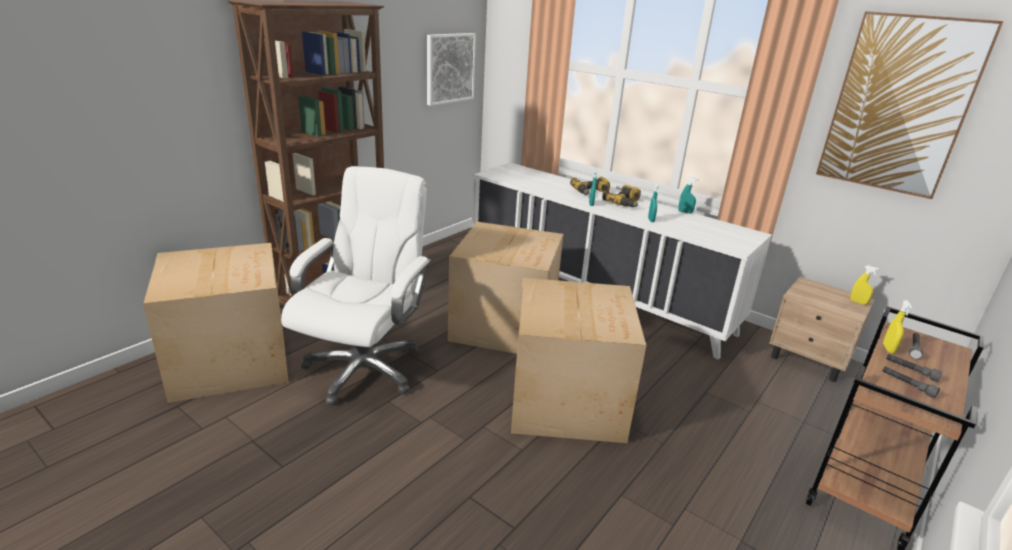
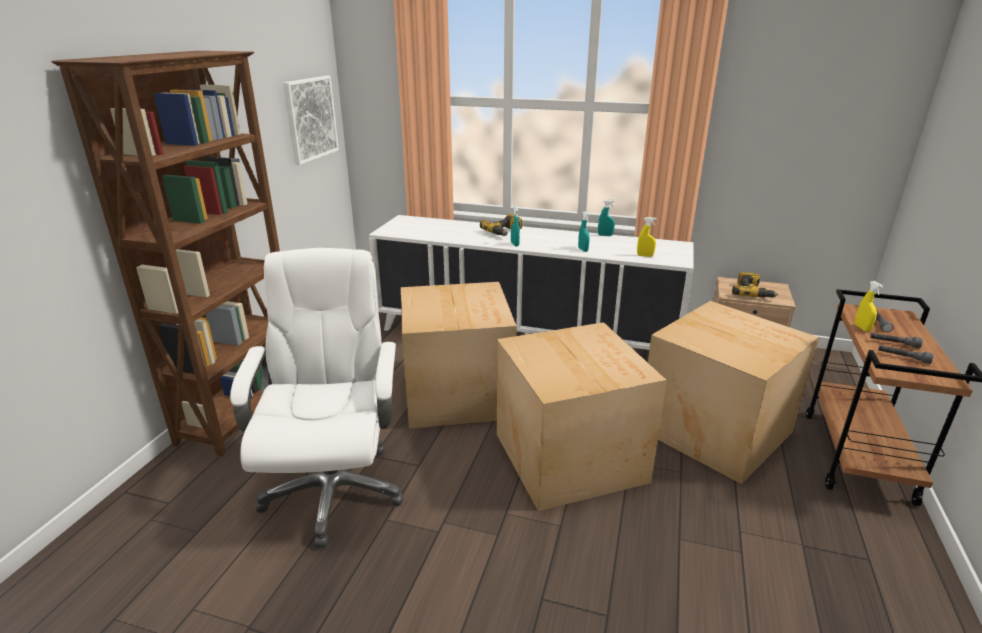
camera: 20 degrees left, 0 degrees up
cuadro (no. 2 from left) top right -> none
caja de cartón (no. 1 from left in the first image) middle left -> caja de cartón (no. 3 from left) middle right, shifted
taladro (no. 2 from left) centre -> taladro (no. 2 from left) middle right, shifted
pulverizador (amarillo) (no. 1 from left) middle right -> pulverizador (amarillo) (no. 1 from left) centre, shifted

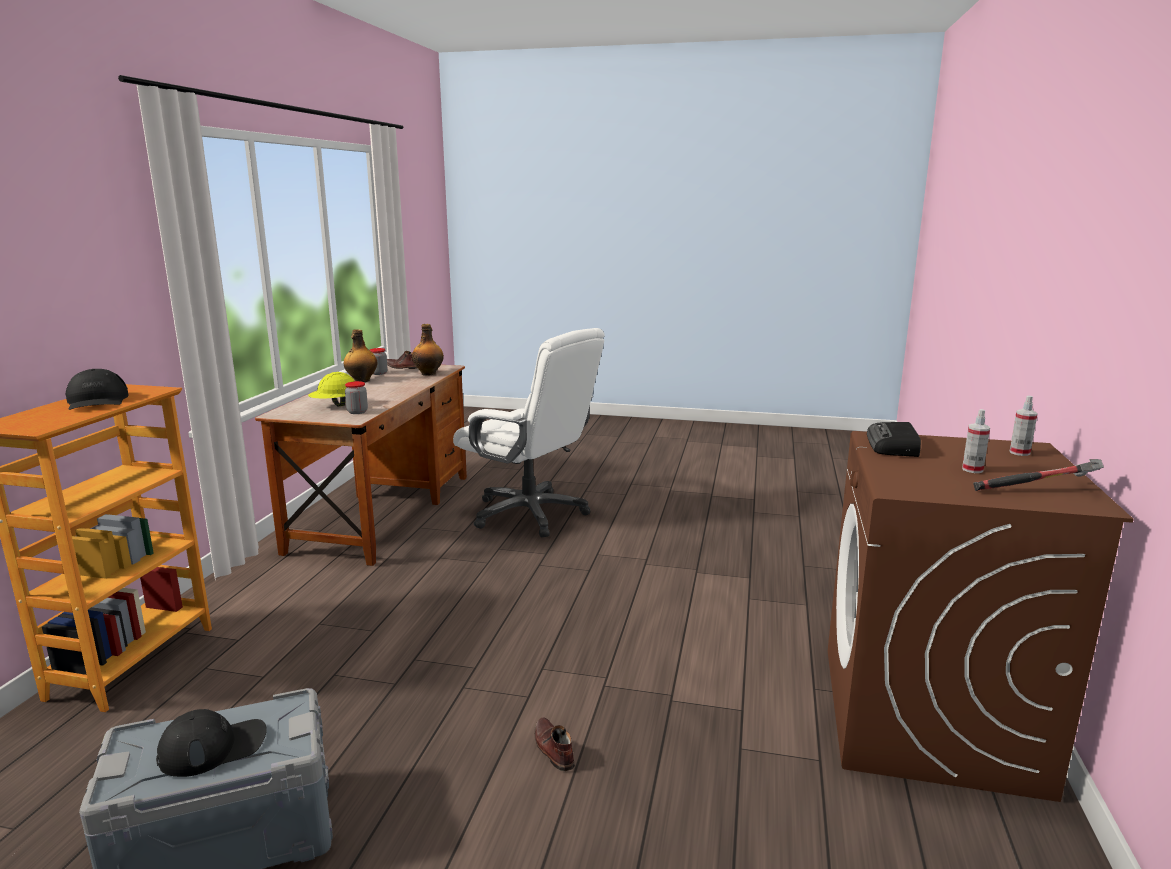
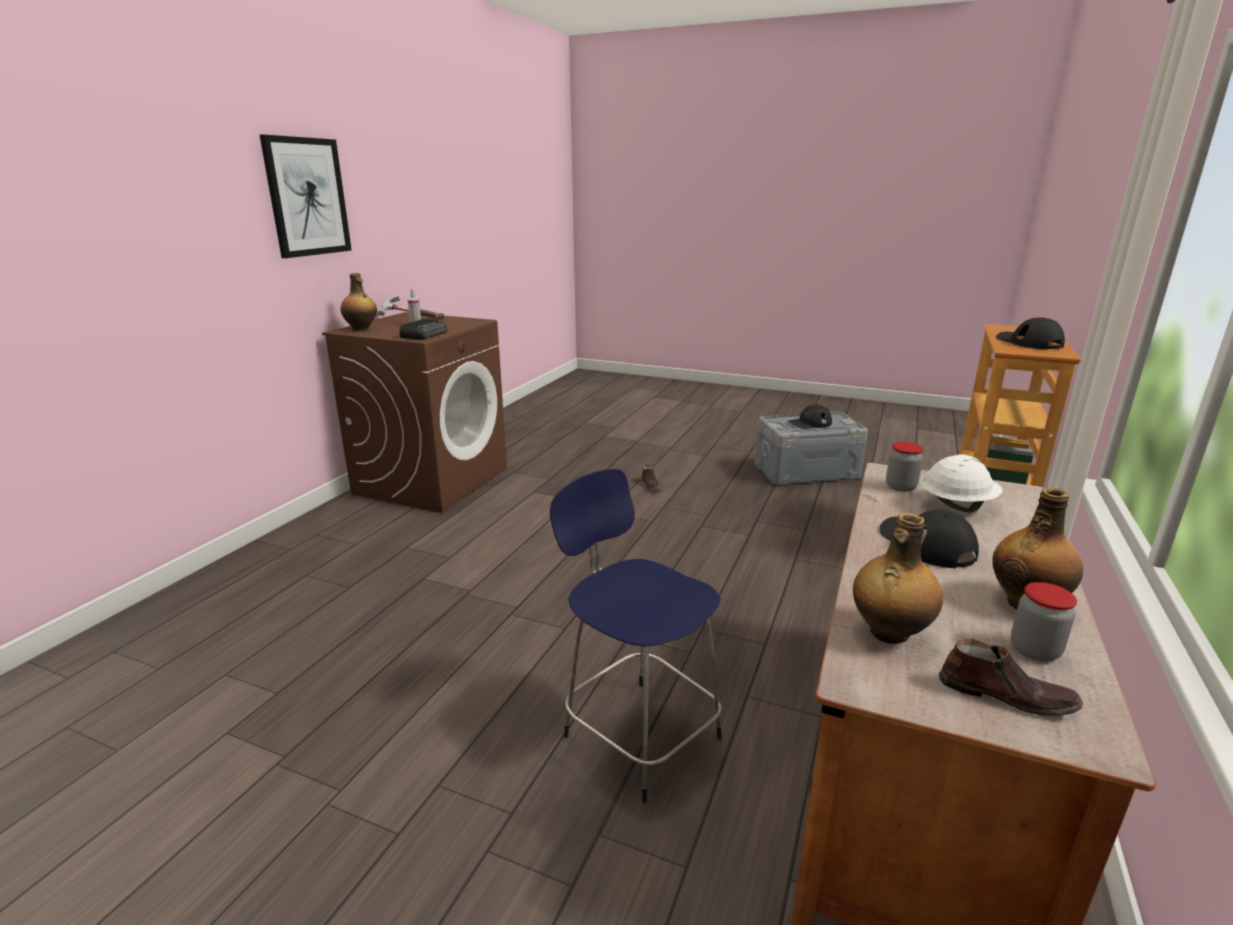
camera: 170 degrees left, 5 degrees up
none -> cuadro top left
none -> gorra (negro) (no. 2 from left) middle right
silla de oficina (blanco) centre -> taburete (azul) bottom centre
pulverizador (no. 2 from left) middle right -> botella (no. 1 from left) top left
casco (amarillo) middle left -> casco (blanco) middle right

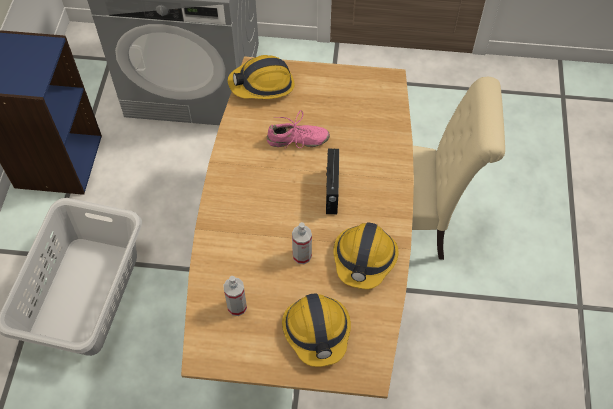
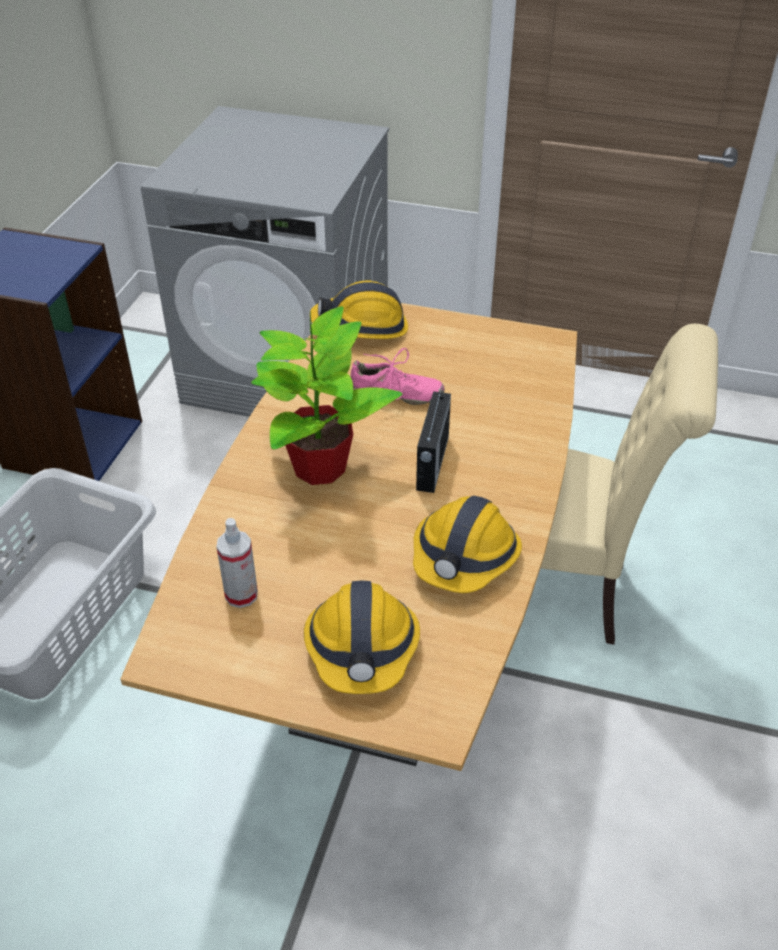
camera: 10 degrees right, 15 degrees down
pulverizador (no. 2 from left) centre -> none
none -> planta en maceta centre

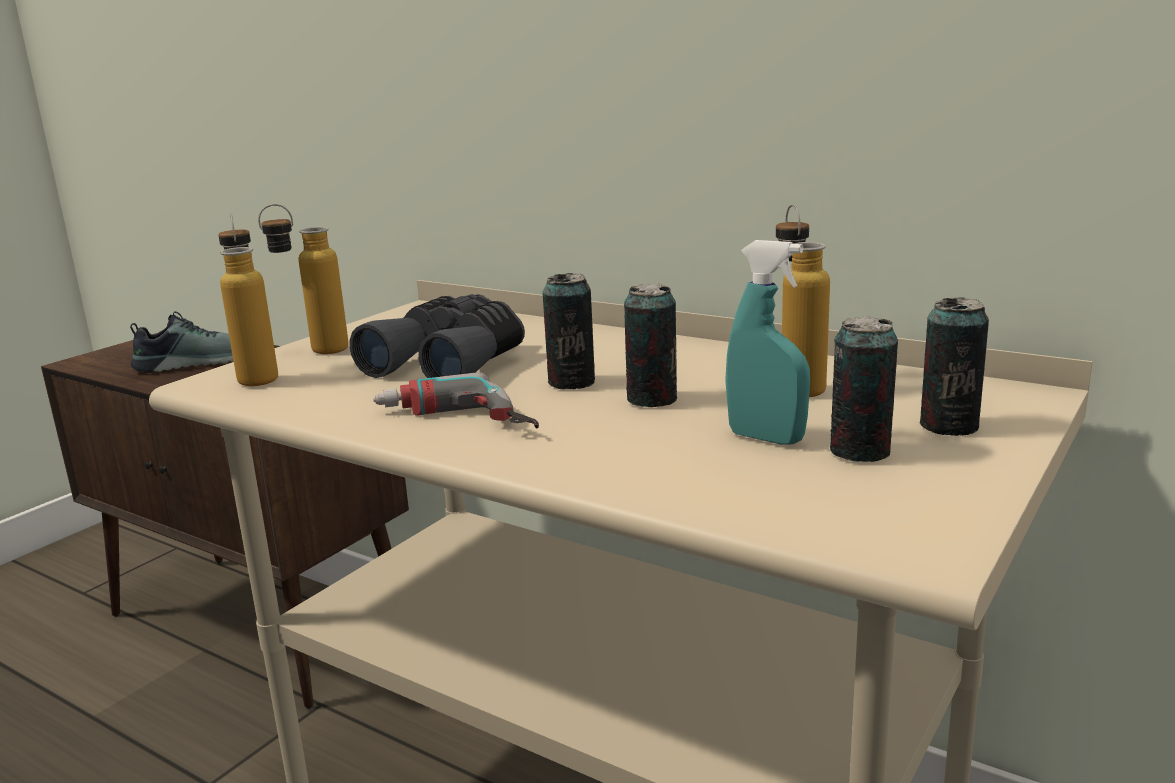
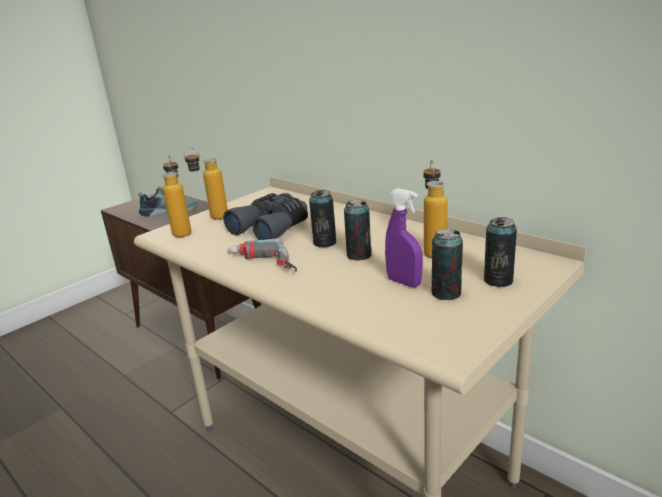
camera: 10 degrees right, 5 degrees up
pulverizador (turquesa) centre -> pulverizador (morado) centre

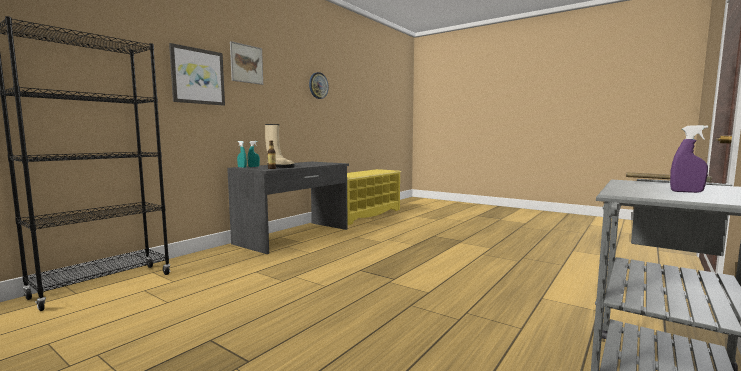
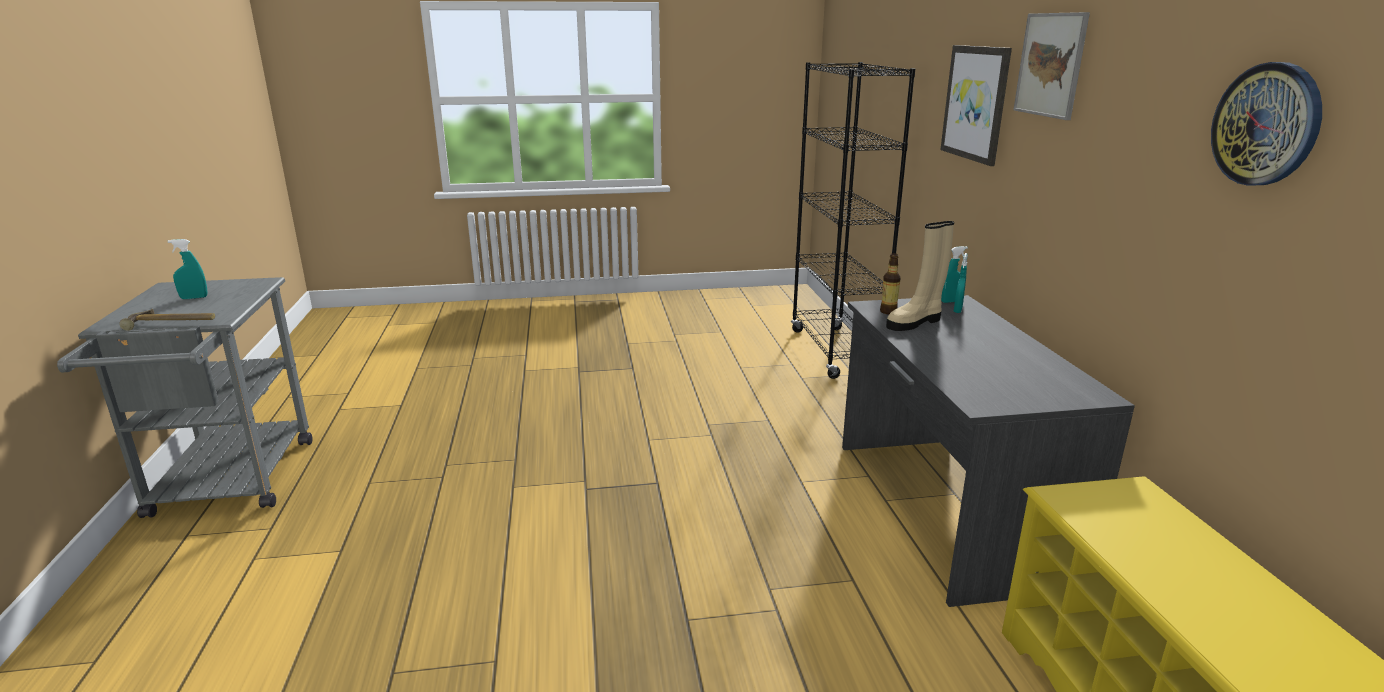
camera: 135 degrees right, 15 degrees up
pulverizador (morado) middle right -> pulverizador (turquesa) (no. 1 from left) middle left

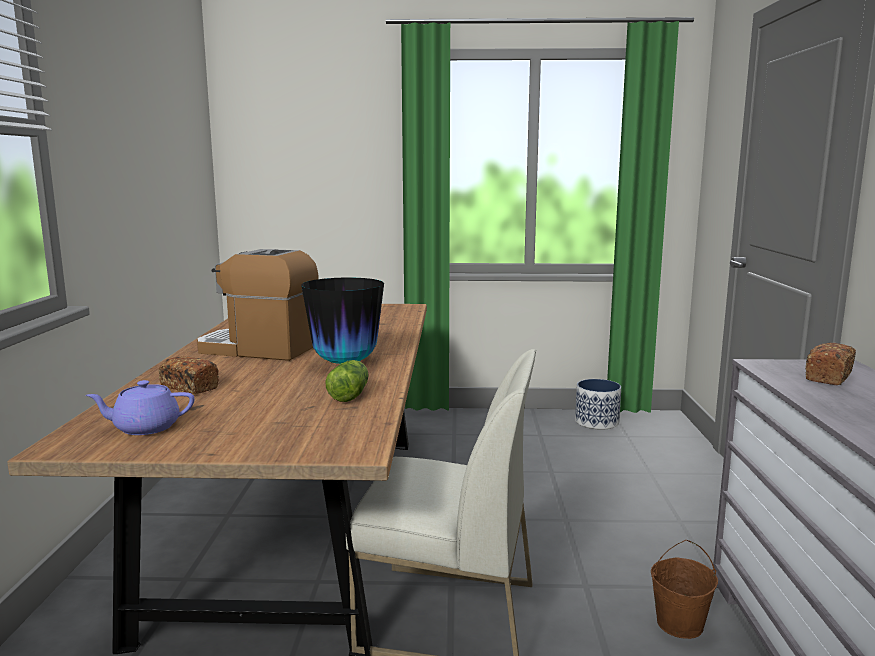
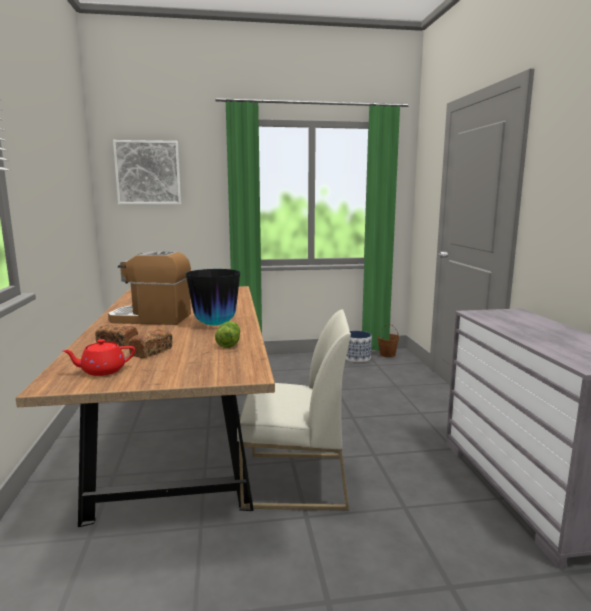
camera: 10 degrees left, 0 degrees up
none -> cuadro top left
cubo (marrón) bottom right -> cubo (marrón) centre, shifted
pan (no. 2 from left) middle right -> pan (no. 2 from left) middle left, shifted
tetera (morado) middle left -> tetera (rojo) middle left

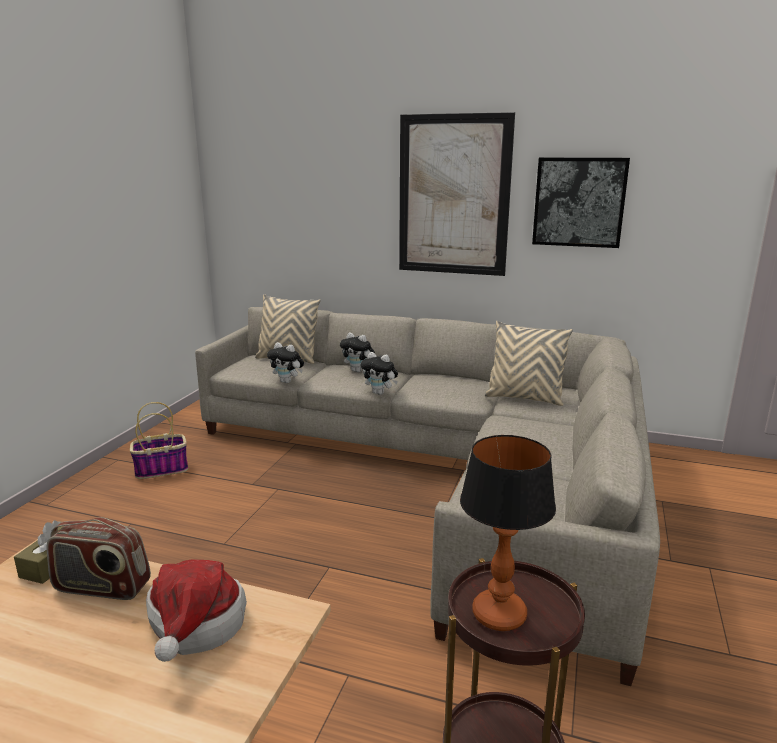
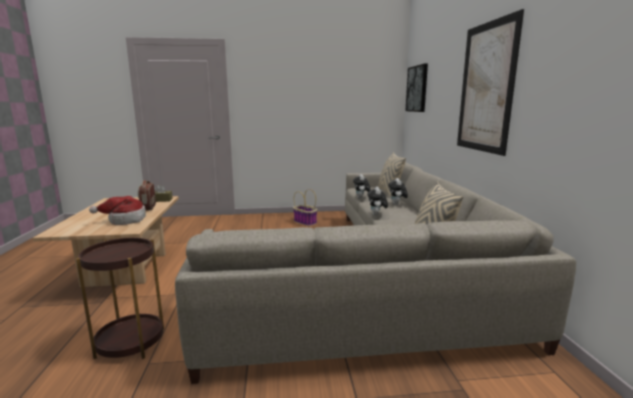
camera: 65 degrees right, 5 degrees down
lámpara de mesa bottom centre -> none
cuadro (no. 2 from left in the first image) top right -> cuadro (no. 1 from left) top centre, shifted

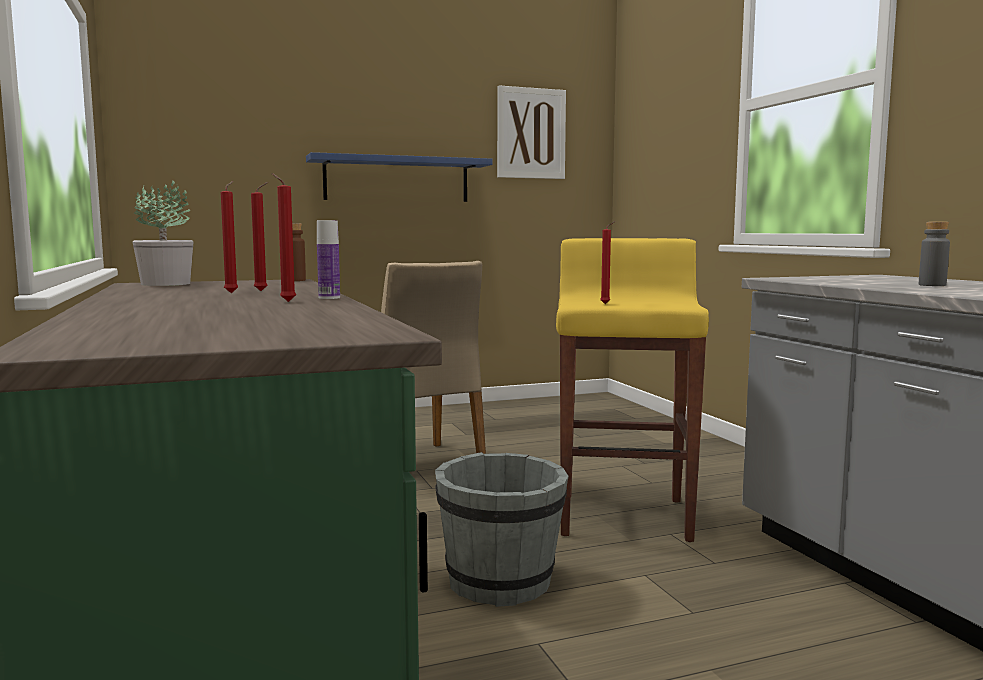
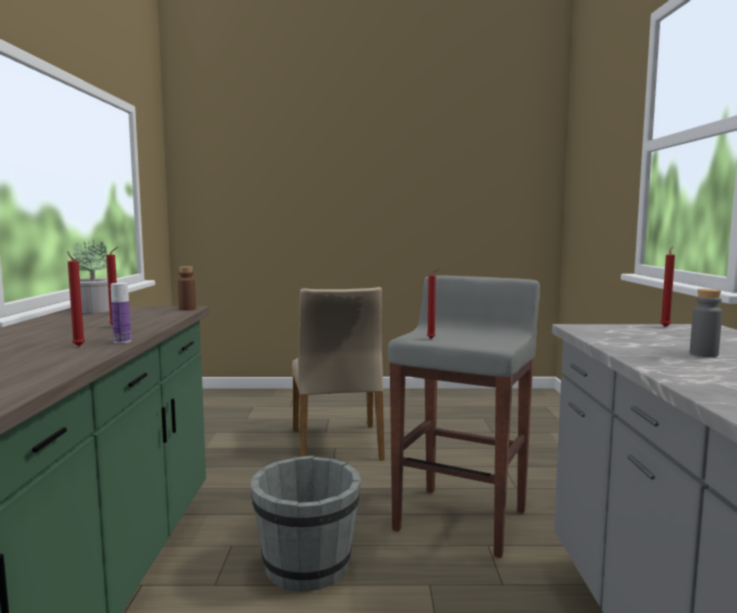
camera: 20 degrees right, 0 degrees up
estante (azul) top centre -> none
cuadro top centre -> none
vela (rojo) (no. 1 from left in the first image) middle left -> vela (rojo) (no. 4 from left) middle right, shifted
taburete (amarillo) centre -> taburete (gris) bottom centre

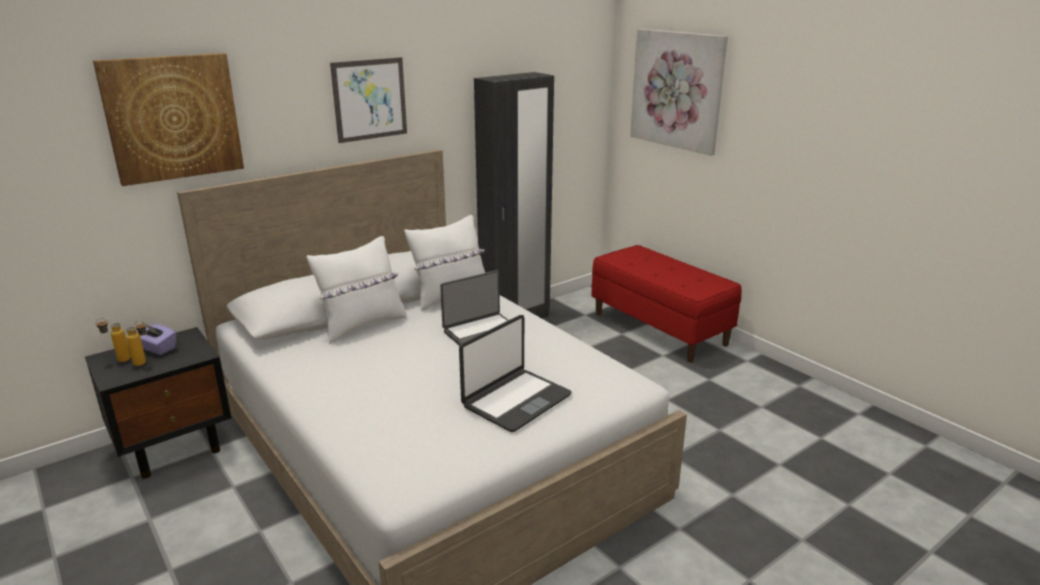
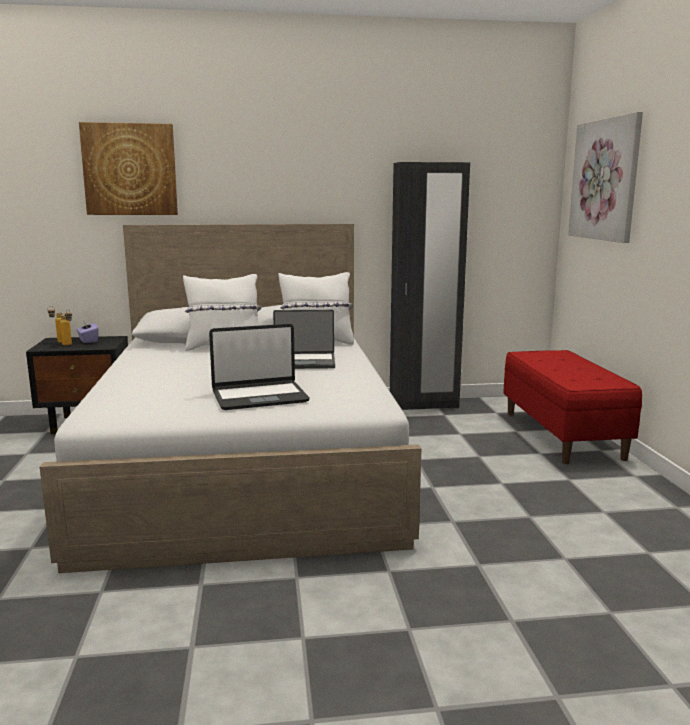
camera: 30 degrees right, 10 degrees down
cuadro (no. 2 from left) top centre -> none

